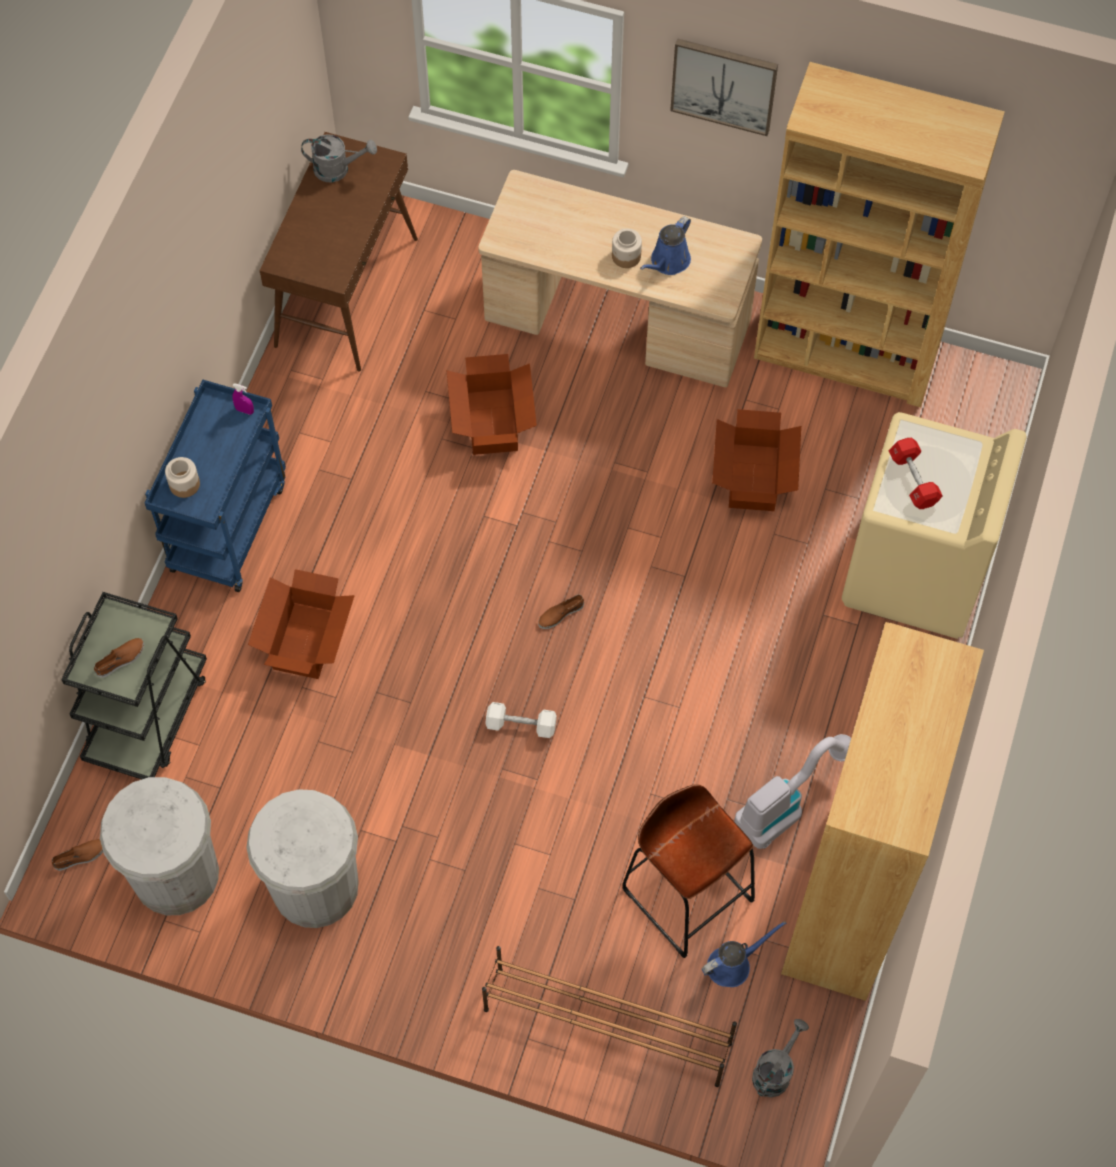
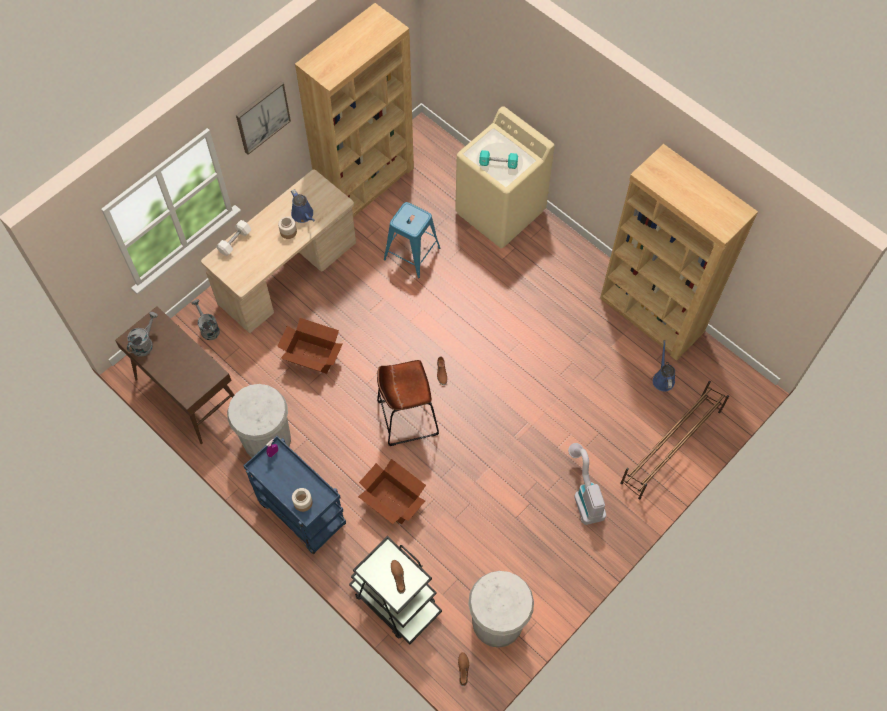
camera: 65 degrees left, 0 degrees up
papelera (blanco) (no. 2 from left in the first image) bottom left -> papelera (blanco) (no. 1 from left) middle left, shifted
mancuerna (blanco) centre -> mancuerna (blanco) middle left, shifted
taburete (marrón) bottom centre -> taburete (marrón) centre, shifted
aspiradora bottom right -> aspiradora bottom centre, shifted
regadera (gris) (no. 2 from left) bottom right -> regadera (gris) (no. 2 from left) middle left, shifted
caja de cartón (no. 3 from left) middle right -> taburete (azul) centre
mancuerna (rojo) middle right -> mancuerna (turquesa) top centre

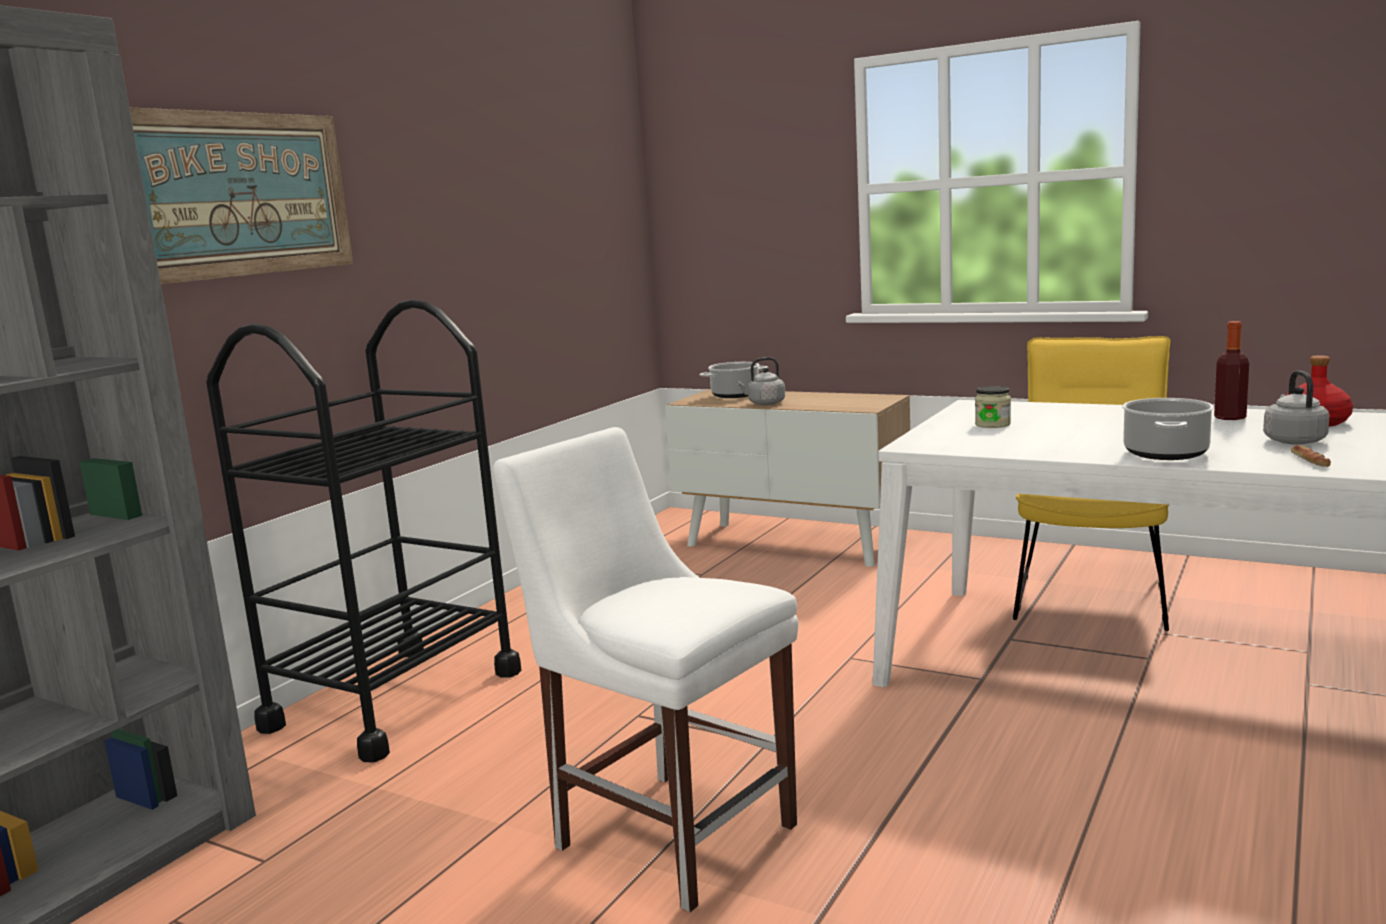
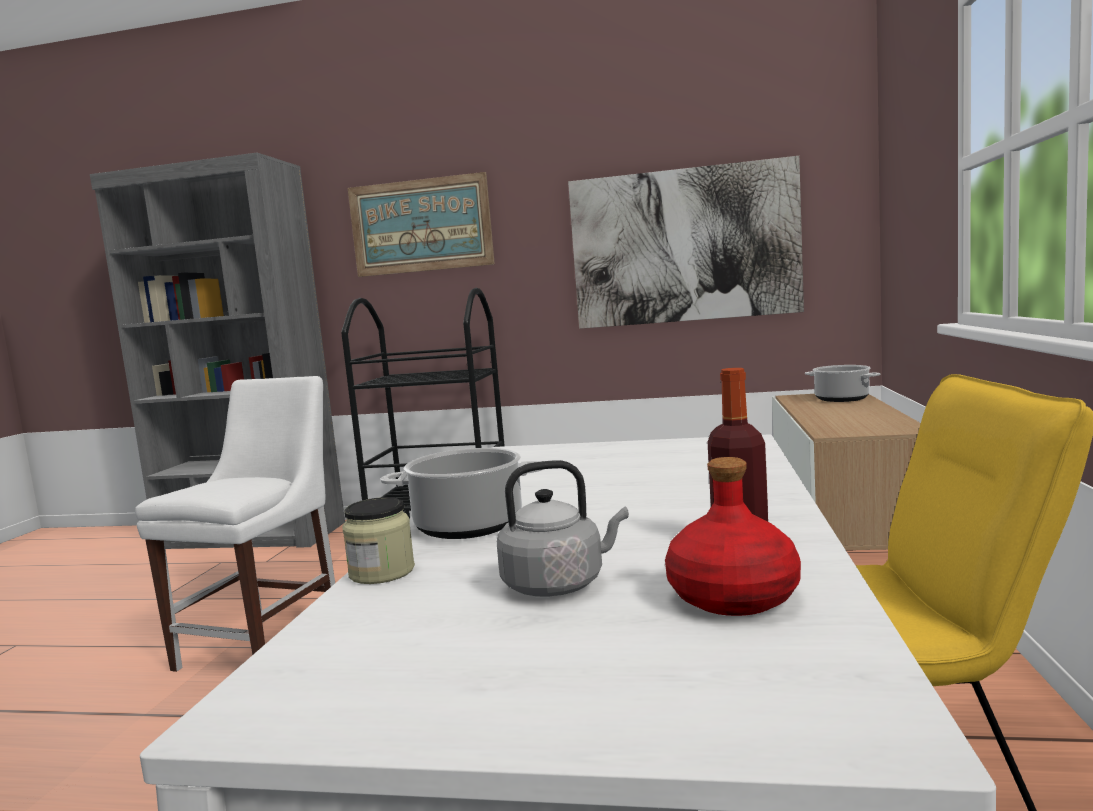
camera: 70 degrees right, 5 degrees down
hervidor (gris) (no. 1 from left) centre -> none
pan middle right -> none
none -> cuadro (no. 2 from left) top centre
tarro middle right -> tarro centre, shifted

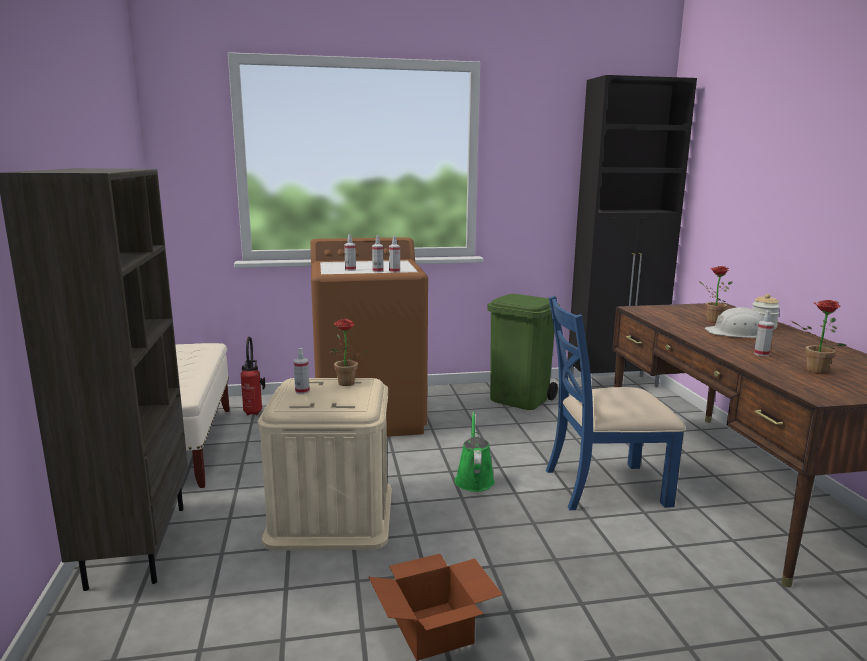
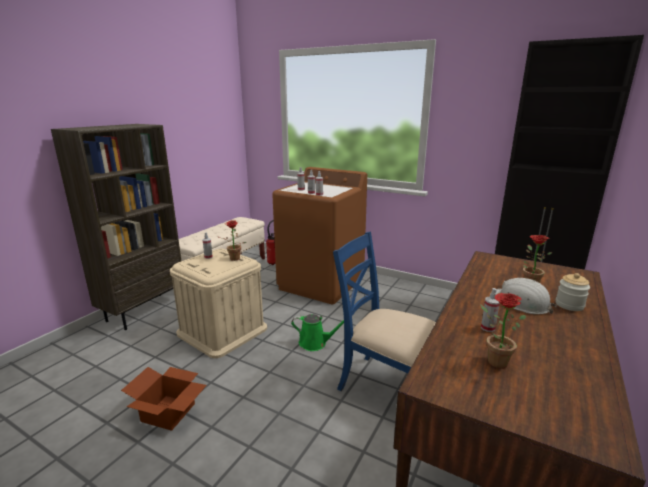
camera: 40 degrees right, 5 degrees up
papelera (verde) centre -> none
regadera (verde) bottom centre, 60 degrees clockwise

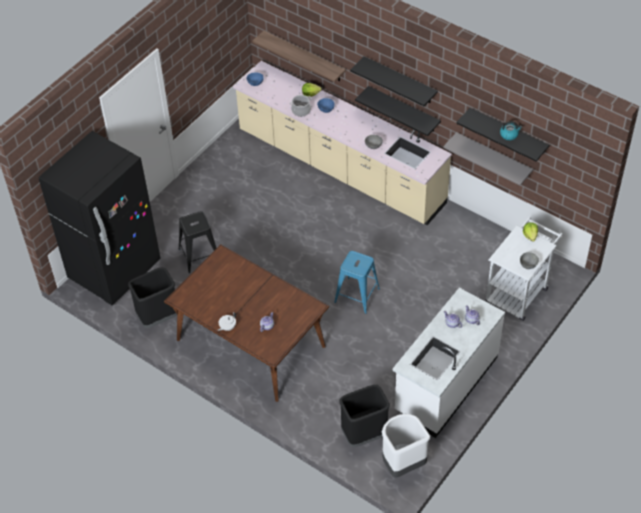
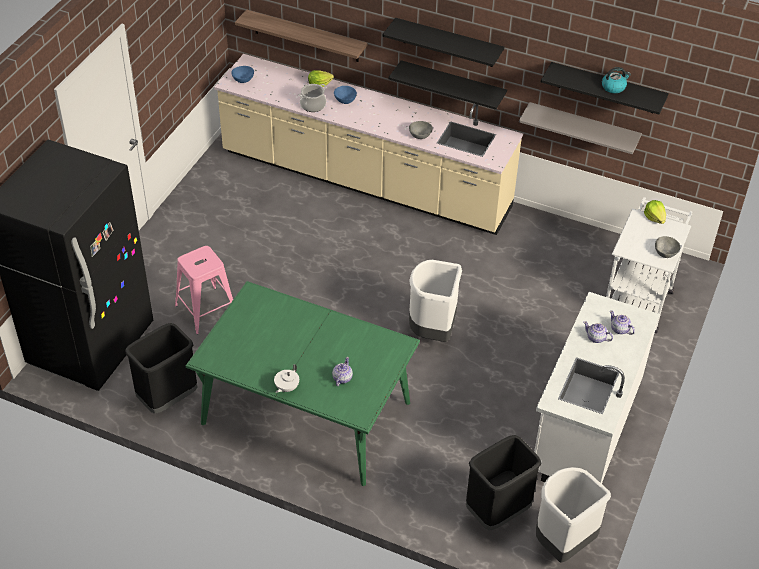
camera: 15 degrees left, 5 degrees down
taburete (azul) centre -> papelera (blanco) (no. 1 from left) centre
mesa de comedor (marrón) centre -> mesa de comedor (verde) bottom centre
taburete (negro) middle left -> taburete (rosa) middle left

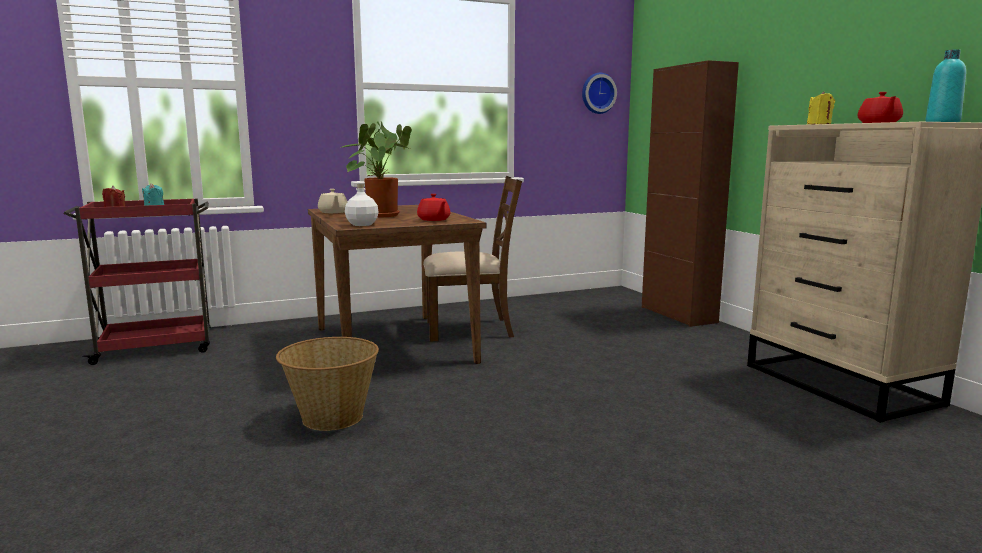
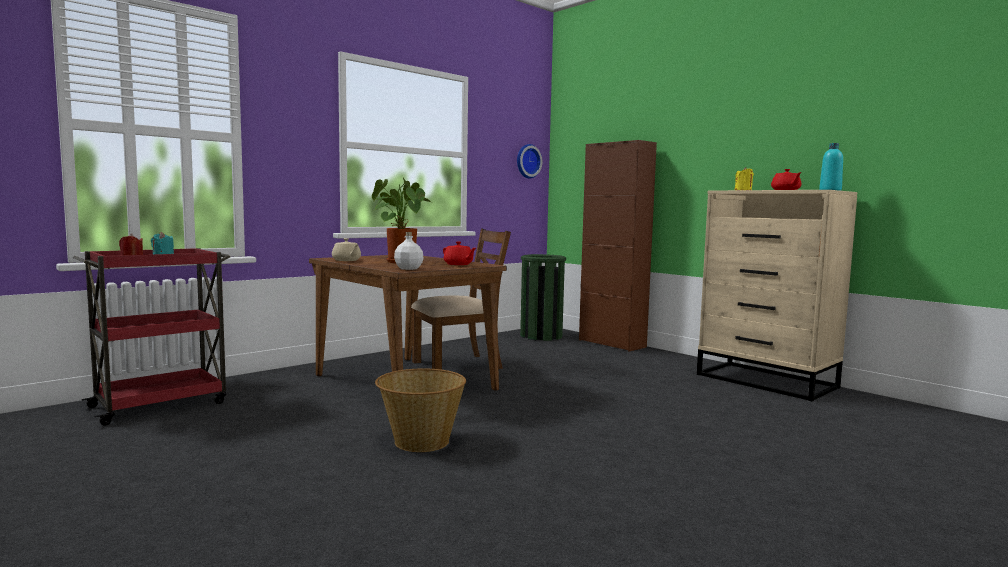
camera: 20 degrees left, 5 degrees down
none -> papelera (verde) centre

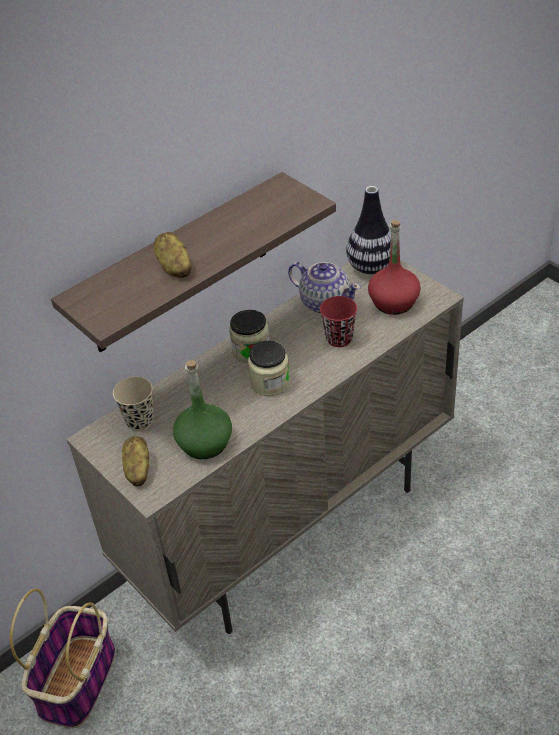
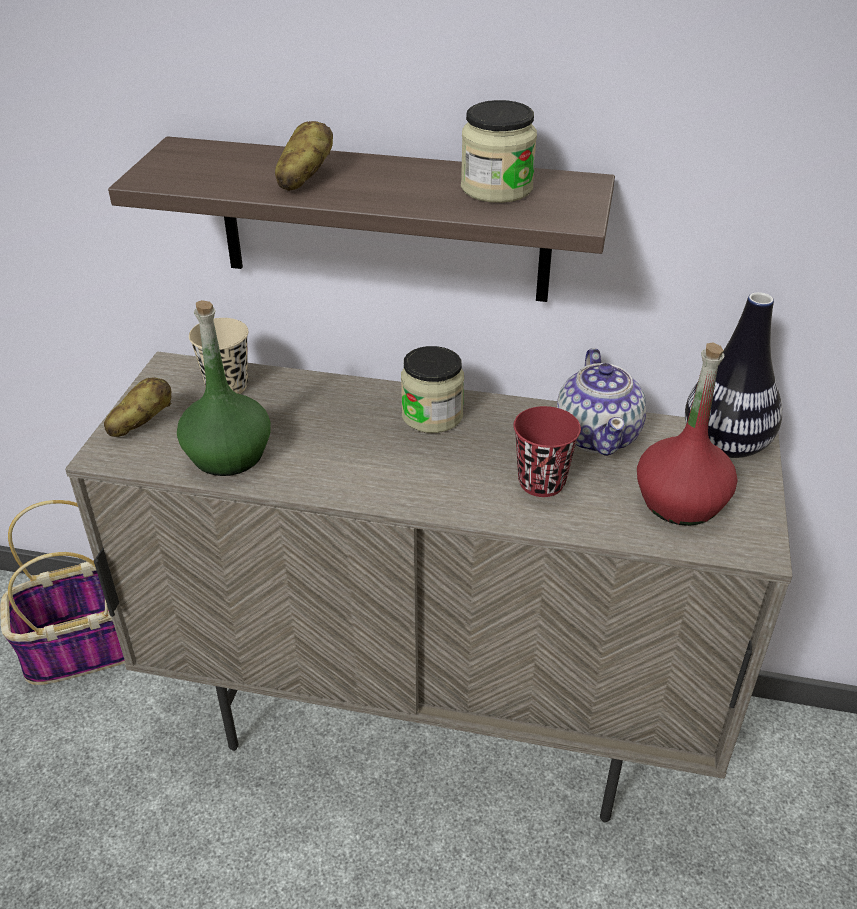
camera: 50 degrees right, 5 degrees down
tarro (no. 2 from left) centre -> tarro (no. 2 from left) top centre, shifted

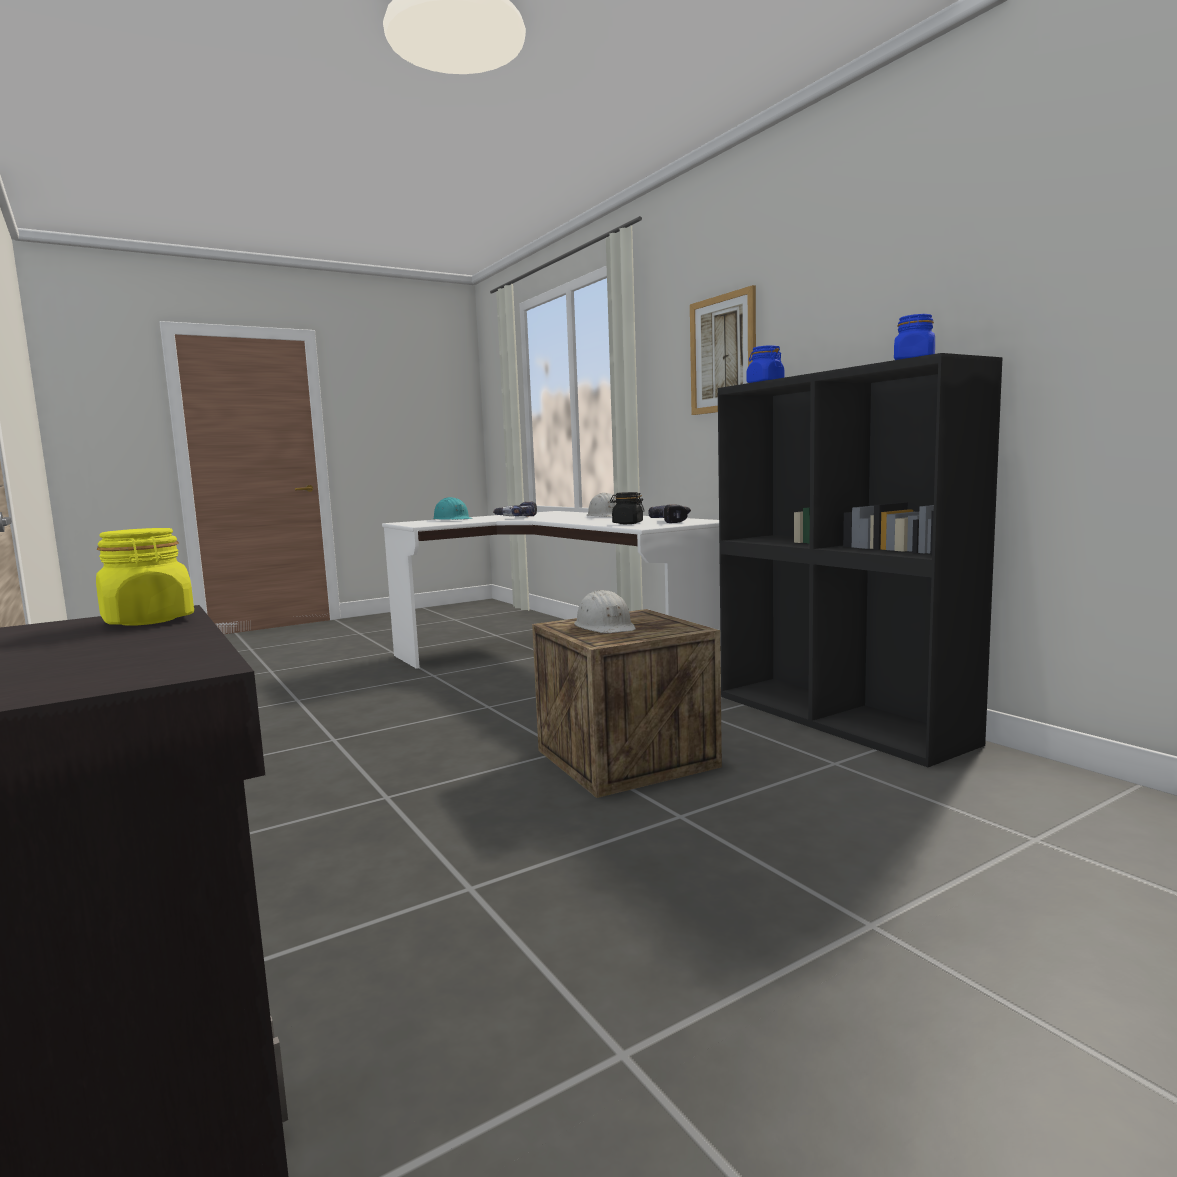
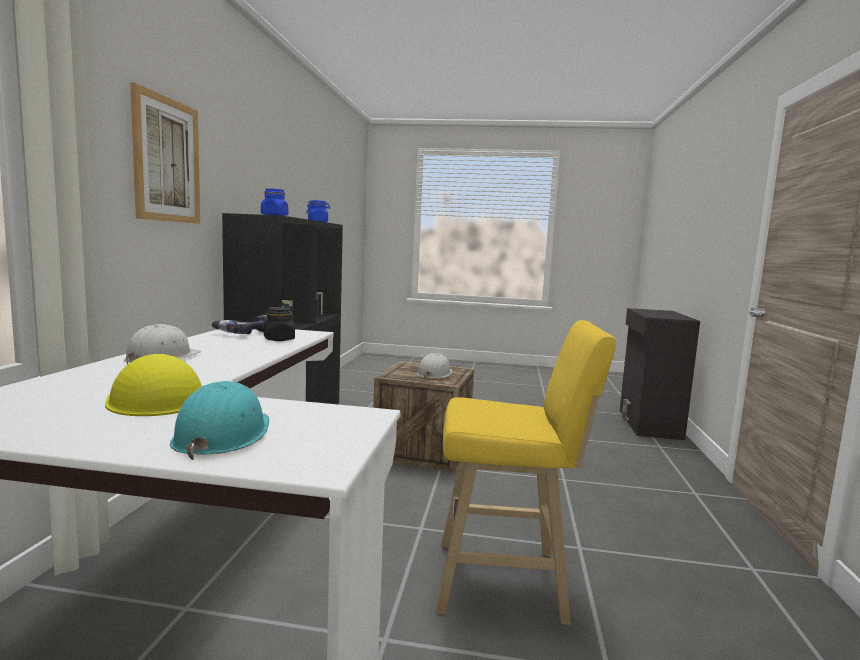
camera: 140 degrees left, 0 degrees up
tarro (amarillo) middle left -> none
none -> taburete (amarillo) bottom centre
taladro (no. 1 from left) centre -> casco (amarillo) middle left

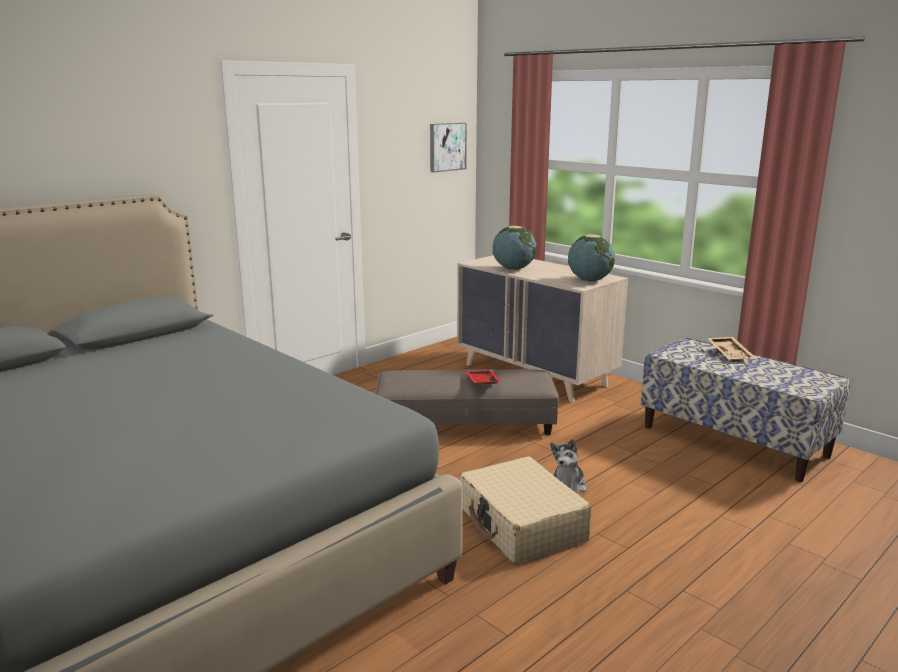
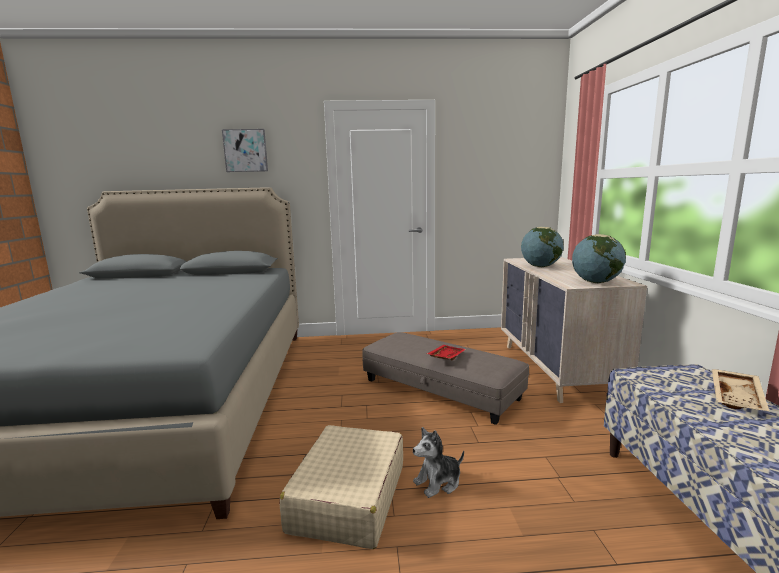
camera: 40 degrees right, 5 degrees down
cuadro top centre -> cuadro top left, shifted

